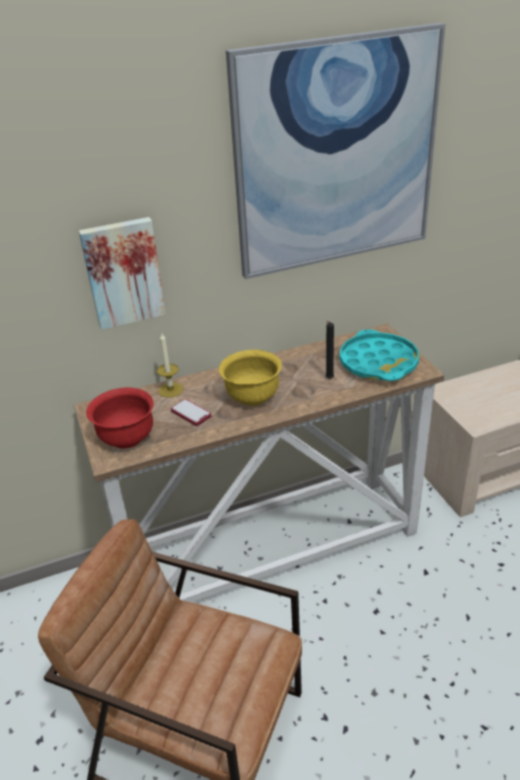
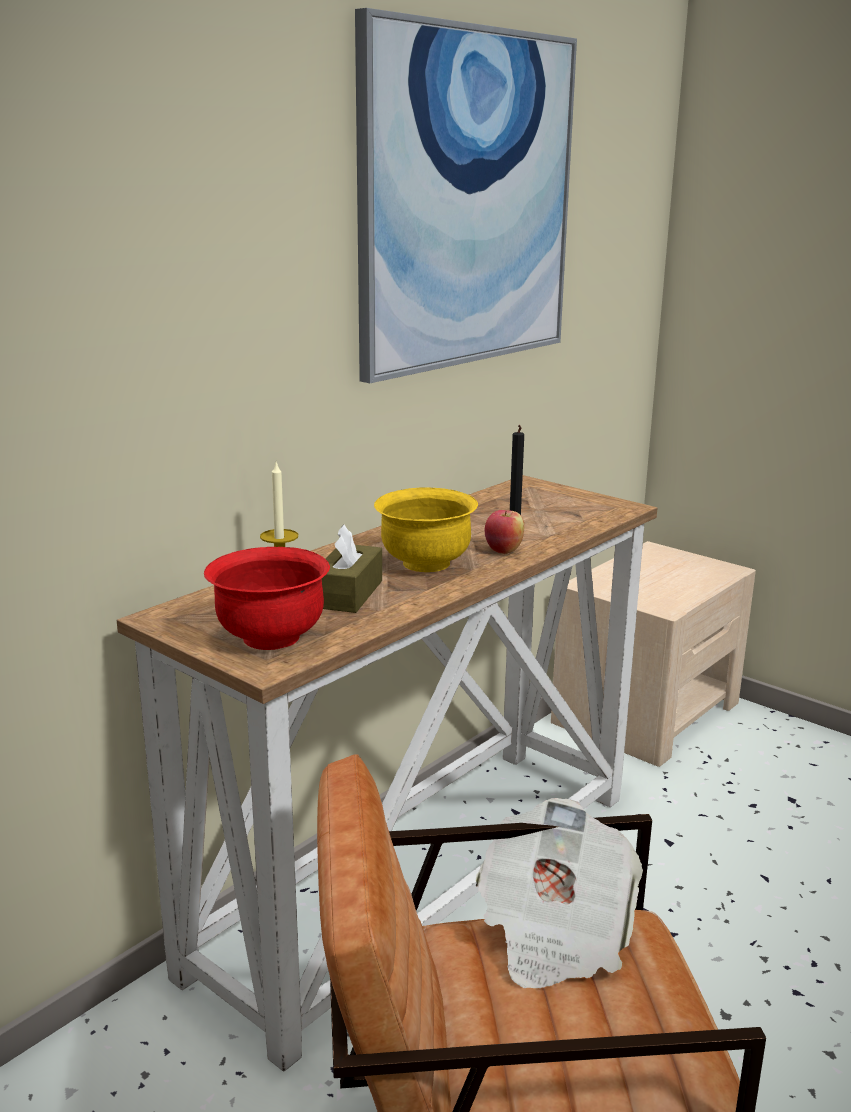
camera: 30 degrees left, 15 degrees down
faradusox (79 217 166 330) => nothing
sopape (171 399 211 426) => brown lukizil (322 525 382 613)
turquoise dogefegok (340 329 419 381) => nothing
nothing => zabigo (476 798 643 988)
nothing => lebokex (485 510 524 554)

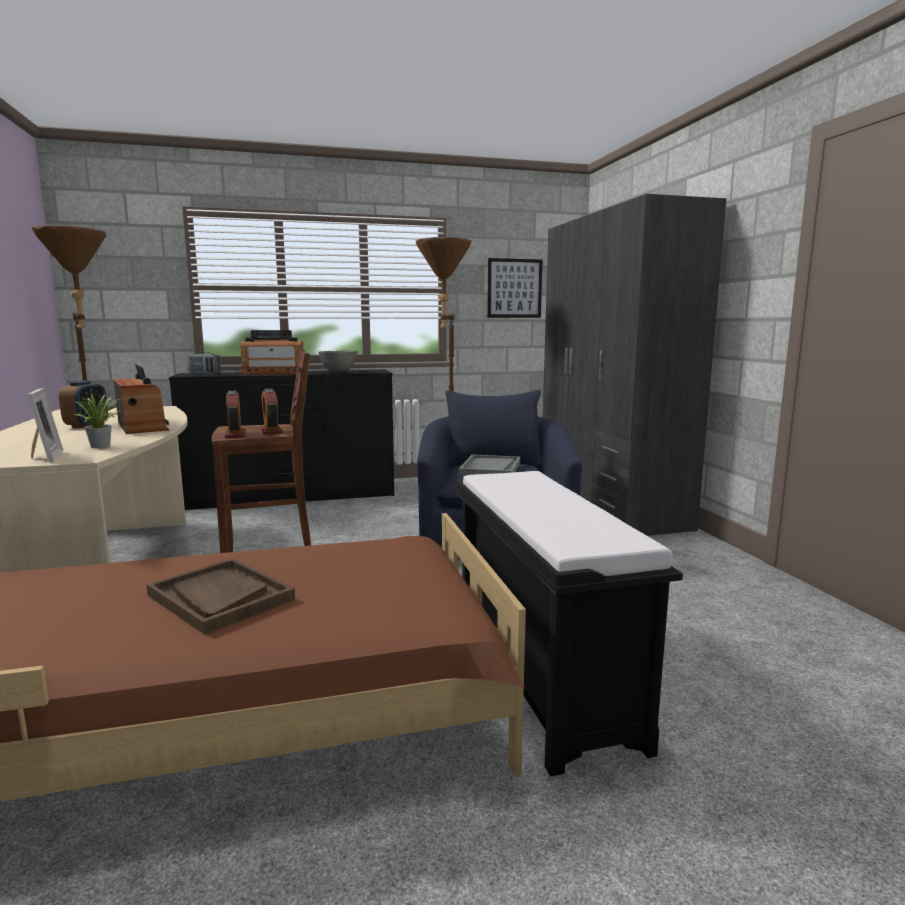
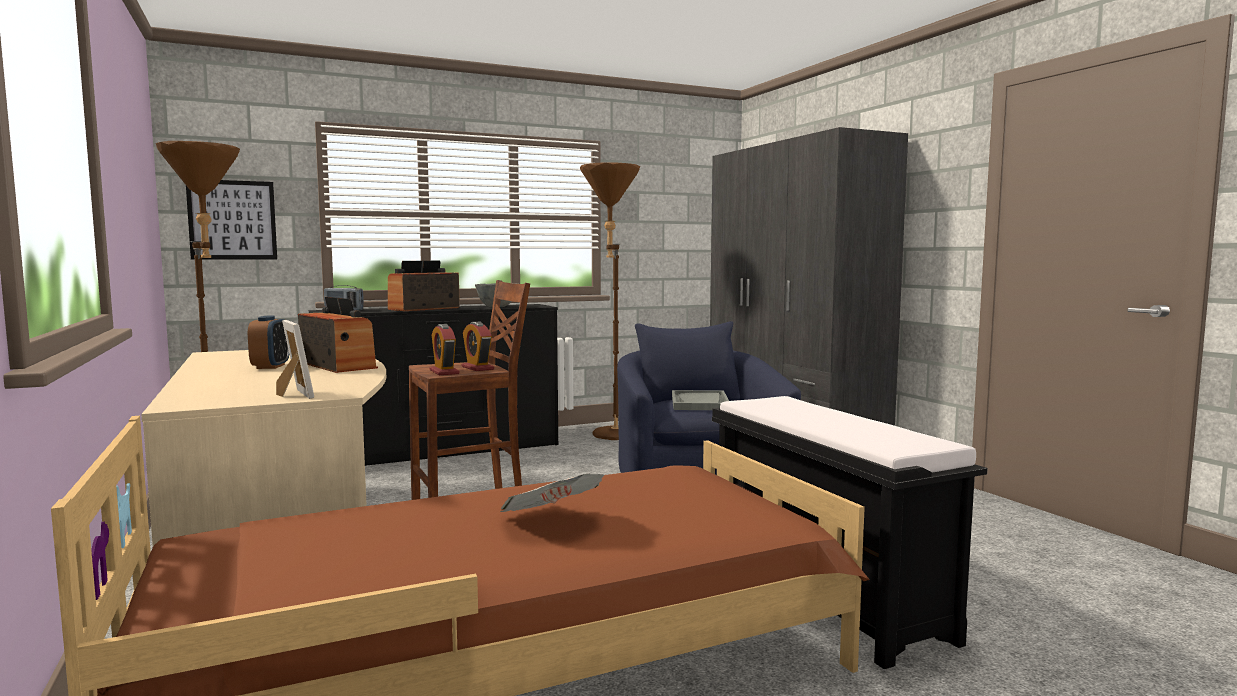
camera: 10 degrees left, 5 degrees down
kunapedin (74 393 123 448) => nothing
brown dogefegok (146 558 295 635) => zabigo (500 474 604 512)
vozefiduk (240 330 303 375) => vozefiduk (388 261 460 311), 150 degrees clockwise
faradusox (487 258 542 318) => faradusox (186 180 277 260), shifted

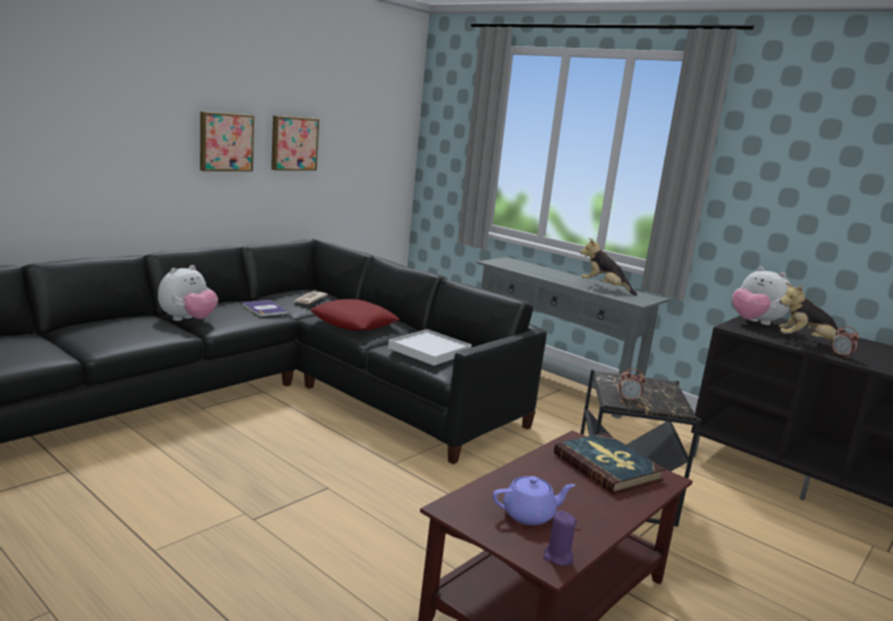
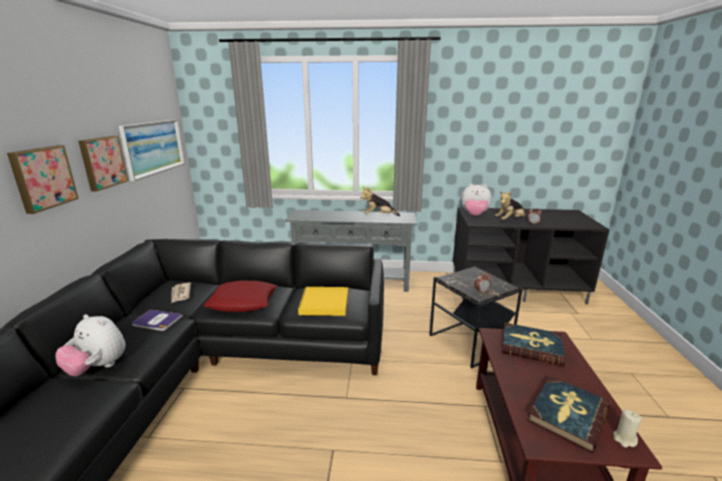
camera: 35 degrees left, 5 degrees up
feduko (158 265 218 321) => feduko (55 314 125 376), 120 degrees clockwise
white dogefegok (388 329 472 366) => yellow dogefegok (298 287 348 316)
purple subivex (493 476 575 525) => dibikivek (527 376 610 453)
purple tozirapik (543 510 577 566) => beige tozirapik (614 410 642 448)
nothing => faradusox (119 119 185 181)

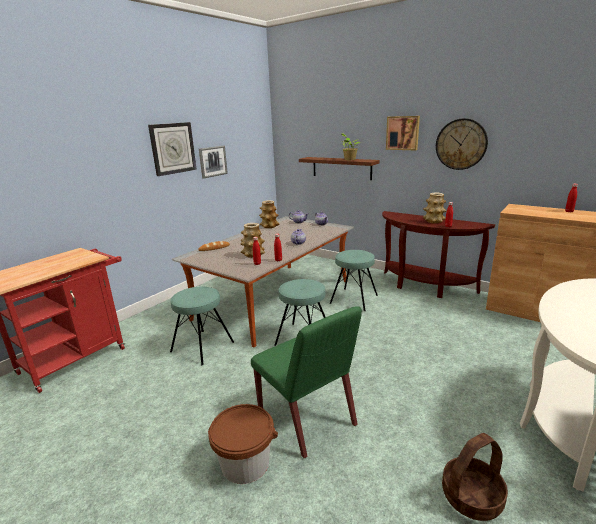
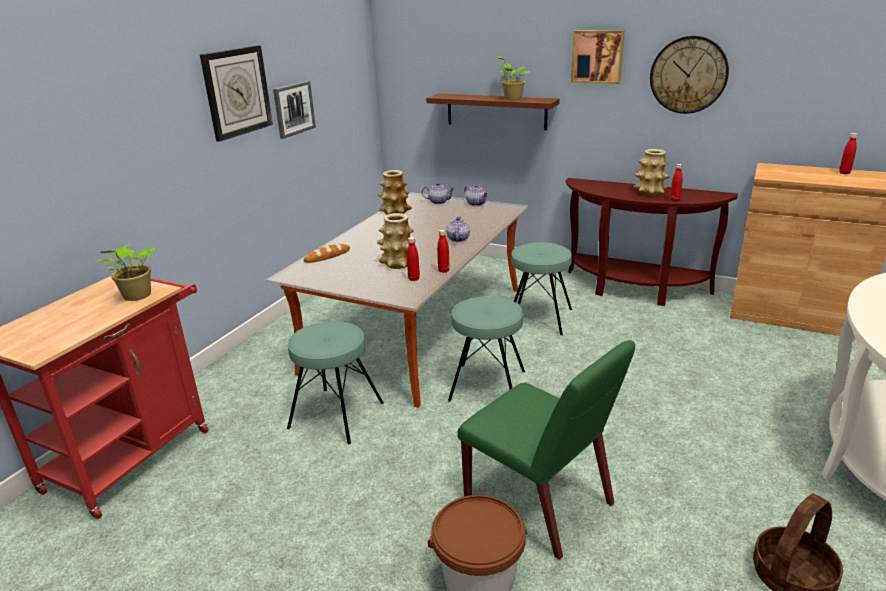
camera: 10 degrees left, 5 degrees up
nothing => kunapedin (95 243 155 301)

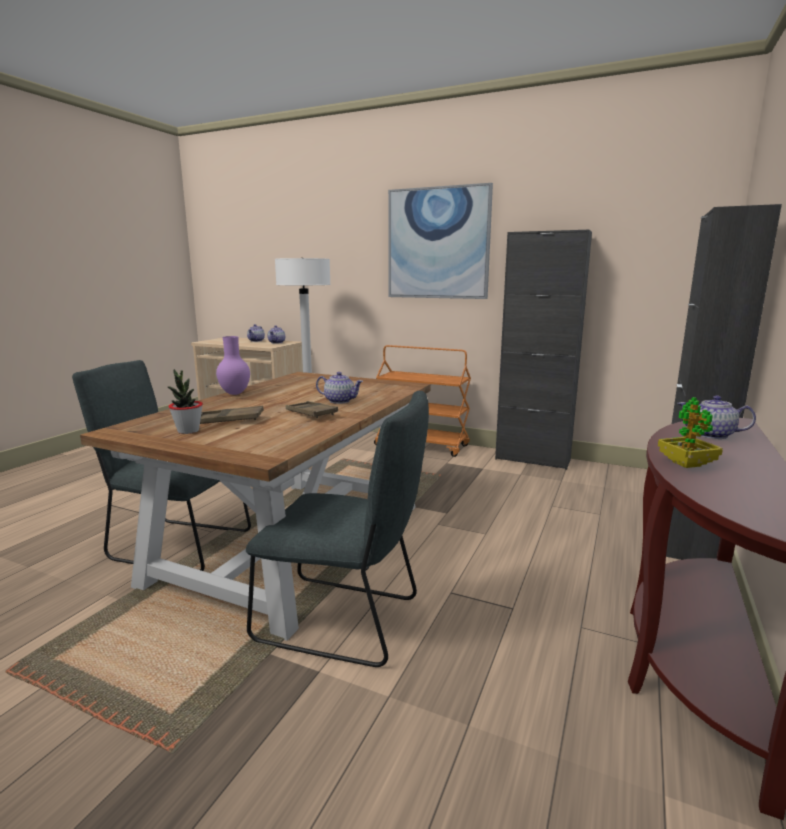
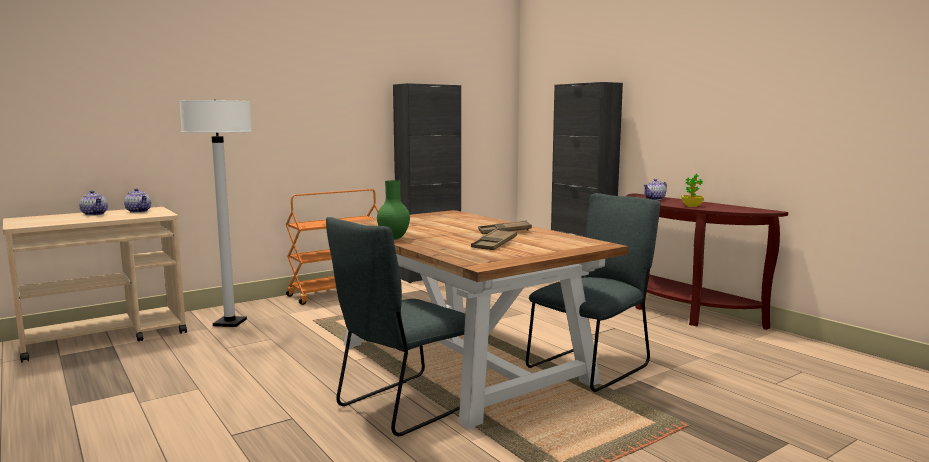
camera: 60 degrees left, 5 degrees down
kunapedin (168 369 203 434) => nothing
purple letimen (216 336 250 395) => green letimen (377 180 410 240)
subivex (316 372 363 404) => nothing
faradusox (388 183 493 299) => nothing

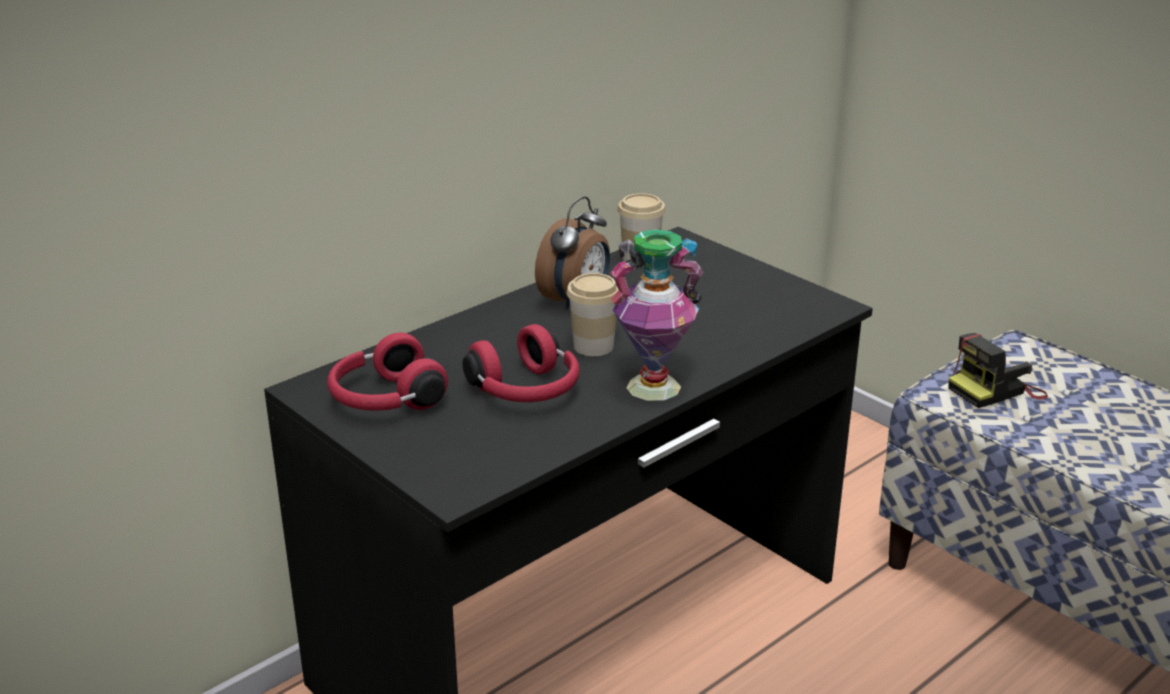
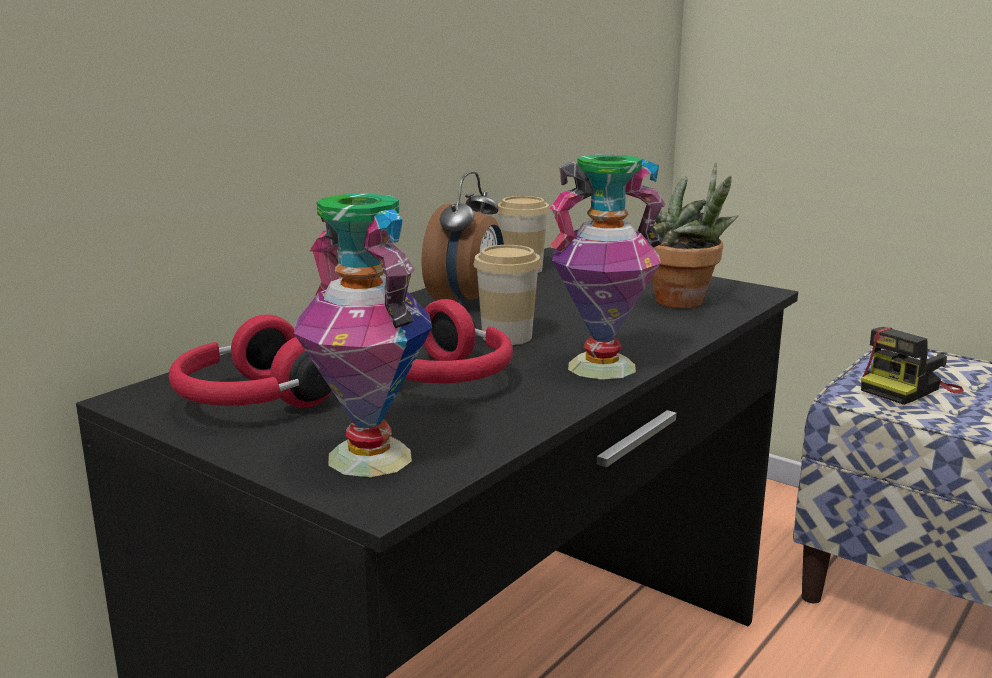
camera: 10 degrees left, 10 degrees down
nothing => letimen (294 194 432 477)
nothing => kunapedin (644 162 738 308)

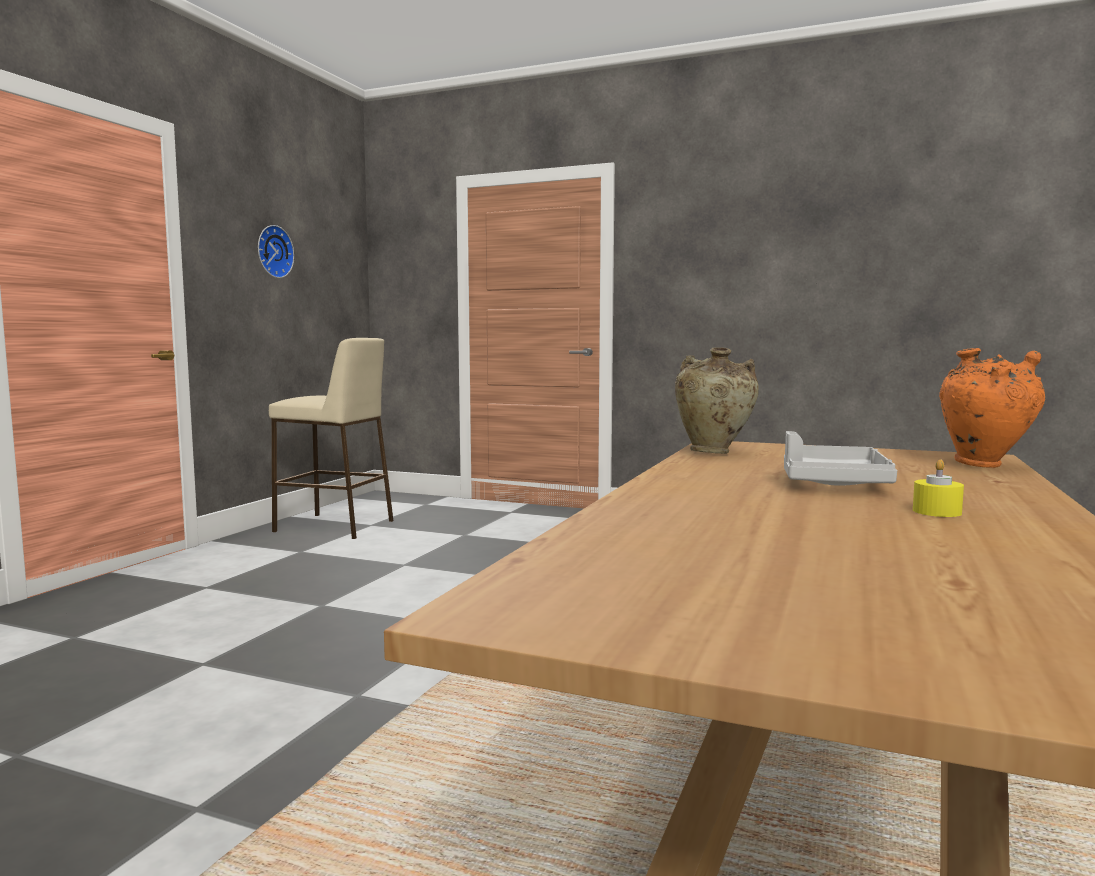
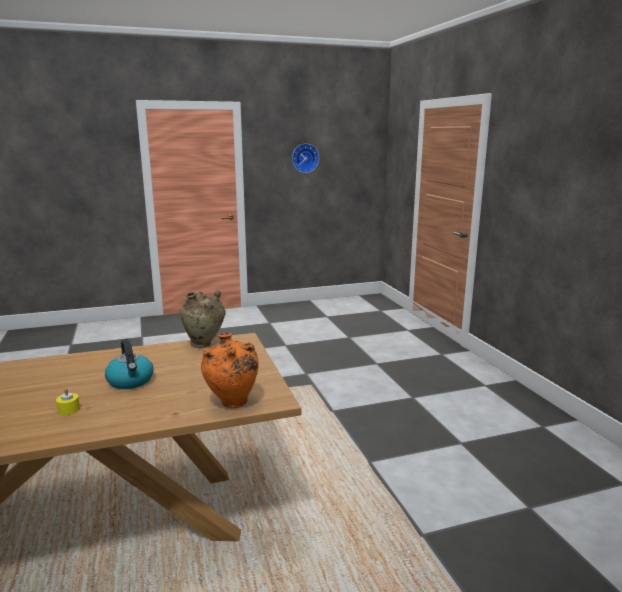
camera: 50 degrees right, 10 degrees up
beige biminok (269 338 393 539) => nothing
grey dogefegok (784 431 897 486) => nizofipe (105 339 154 389)

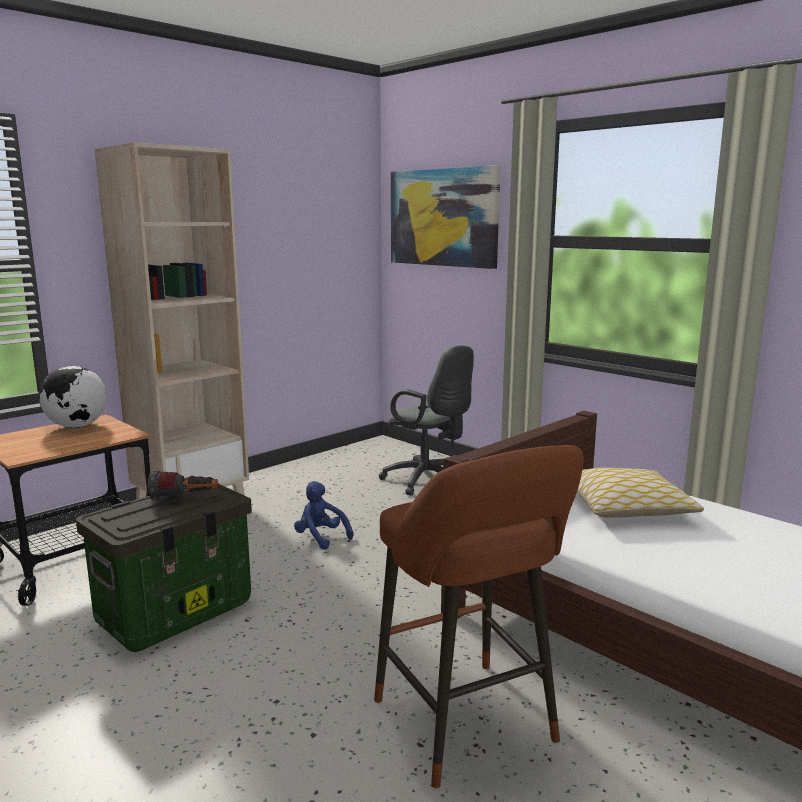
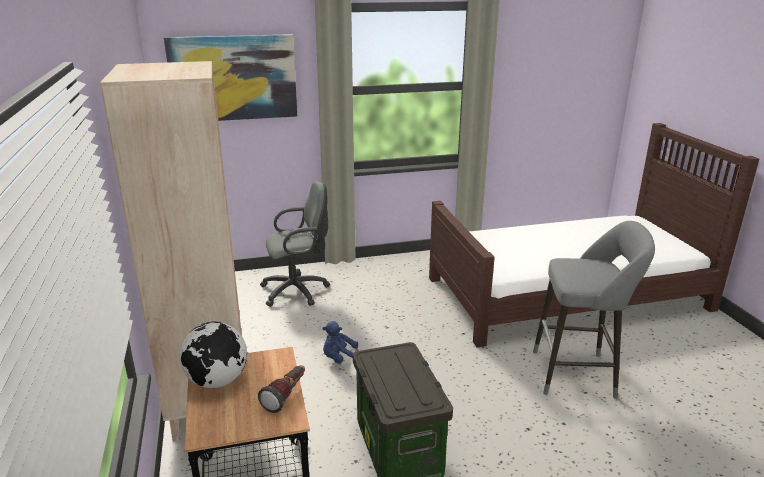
camera: 60 degrees left, 10 degrees up
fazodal (148 470 218 500) => fazodal (258 365 305 413), shifted
brown biminok (374 445 584 788) => grey biminok (533 221 655 399)
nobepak (577 468 704 517) => nothing

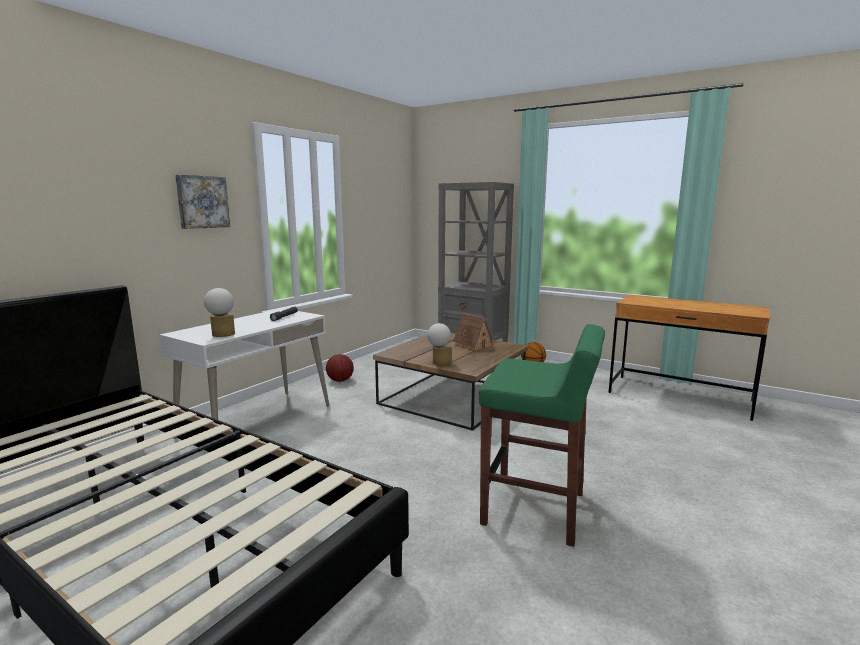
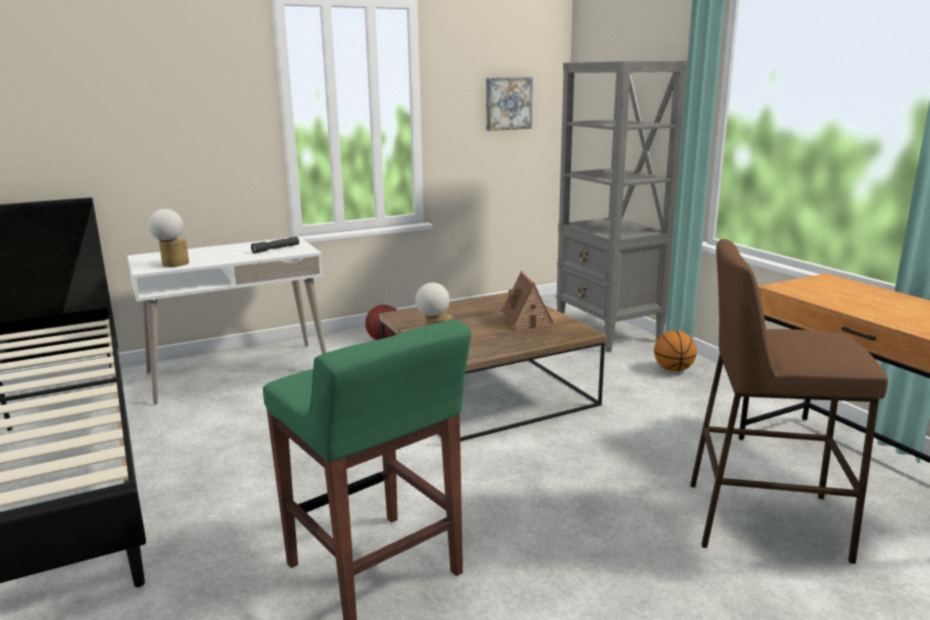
camera: 30 degrees right, 5 degrees up
faradusox (175 175 230 229) => faradusox (486 77 533 131), shifted
nothing => brown biminok (690 239 888 564)

